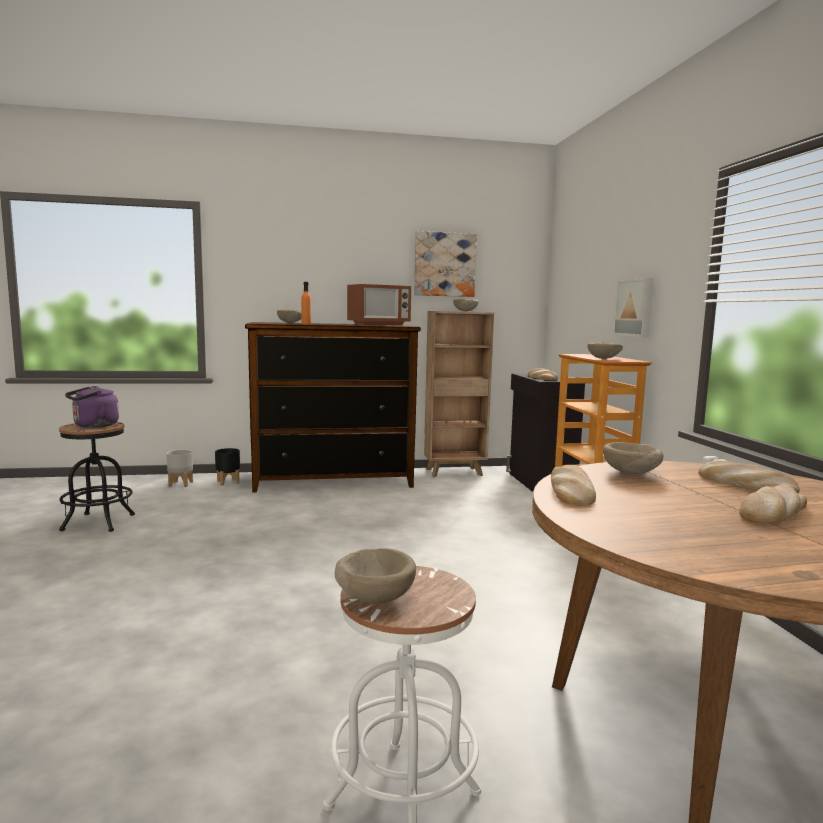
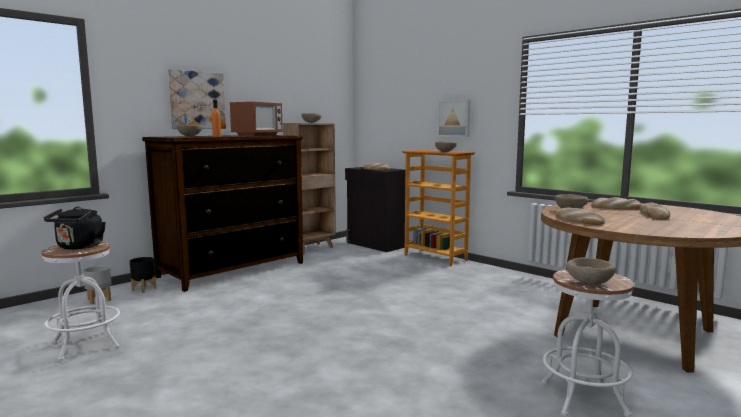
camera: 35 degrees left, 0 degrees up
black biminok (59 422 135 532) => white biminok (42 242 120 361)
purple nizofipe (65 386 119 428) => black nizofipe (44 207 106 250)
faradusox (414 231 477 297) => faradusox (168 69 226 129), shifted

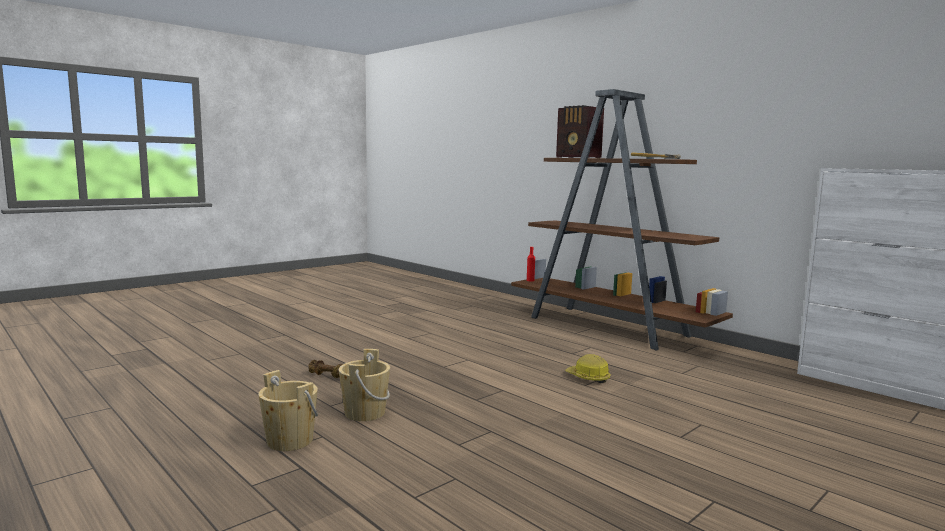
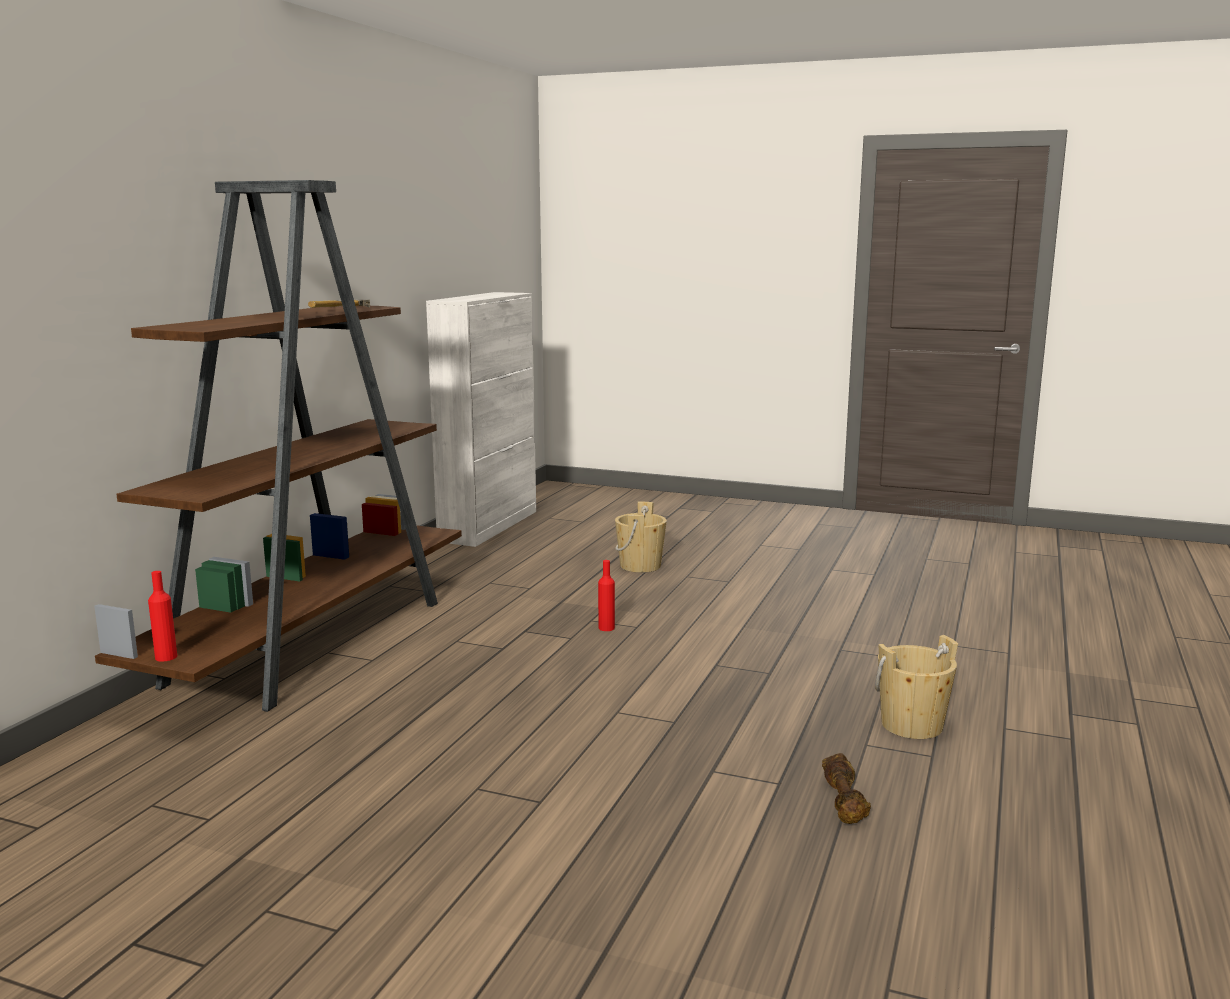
camera: 115 degrees left, 5 degrees up
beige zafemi (258 370 318 451) => beige zafemi (615 501 667 573), shifted
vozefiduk (556 105 604 158) => nothing
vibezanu (565 354 610 383) => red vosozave (598 560 615 631)

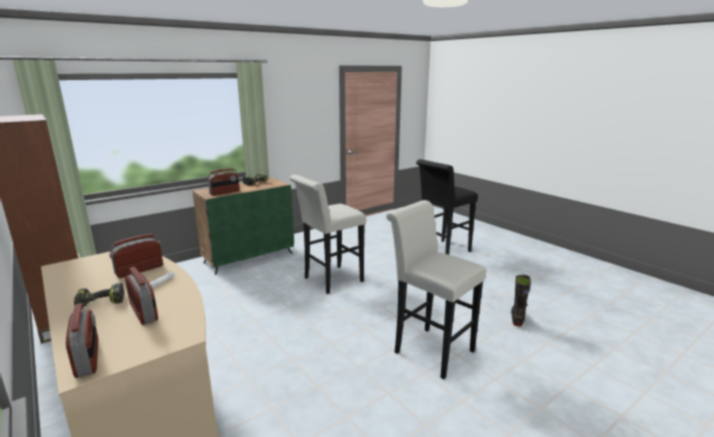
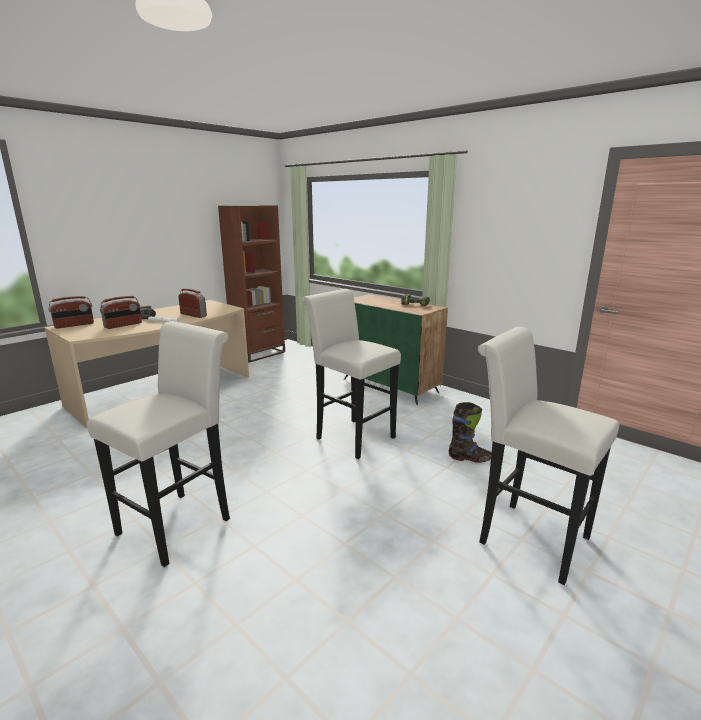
camera: 80 degrees right, 0 degrees up
vozefiduk (208 169 239 196) => nothing
black biminok (416 159 478 255) => white biminok (478 327 619 585)
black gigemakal (511 275 531 327) => black gigemakal (449 402 492 463), shifted

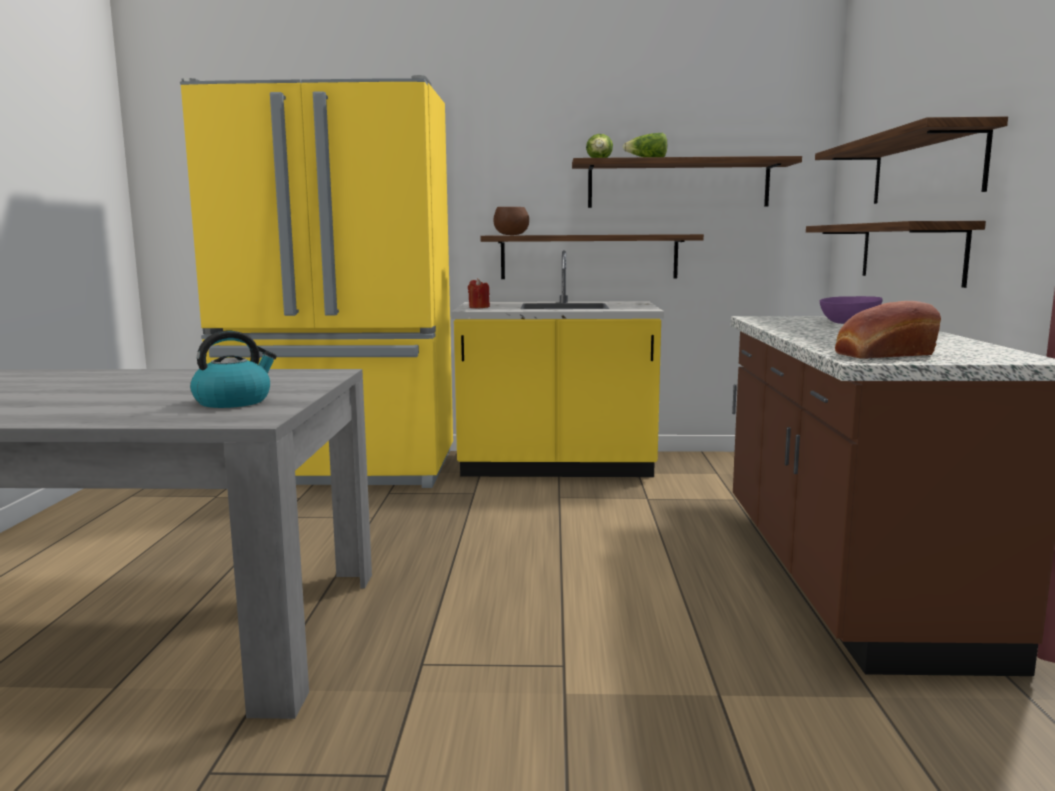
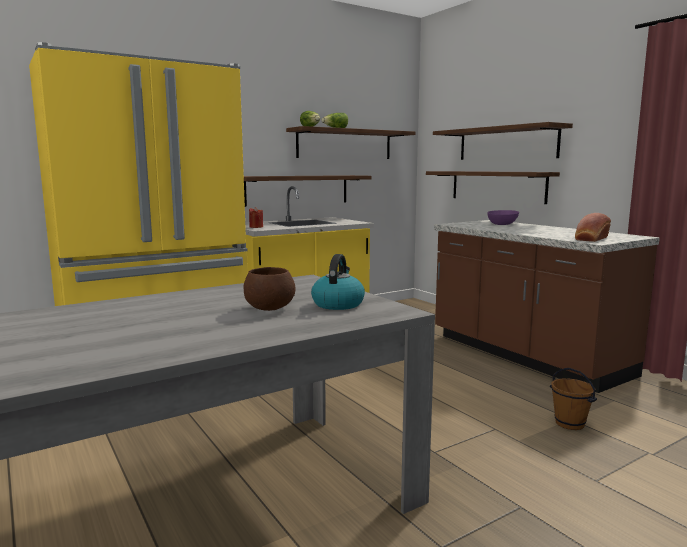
camera: 35 degrees left, 0 degrees up
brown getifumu (493 207 529 235) => brown getifumu (243 267 295 311), shifted
nothing => brown zafemi (550 368 597 430)

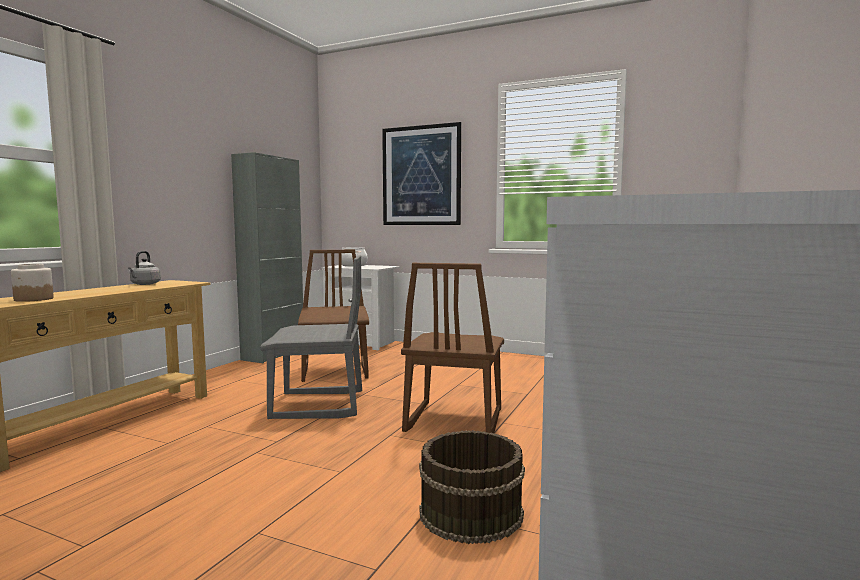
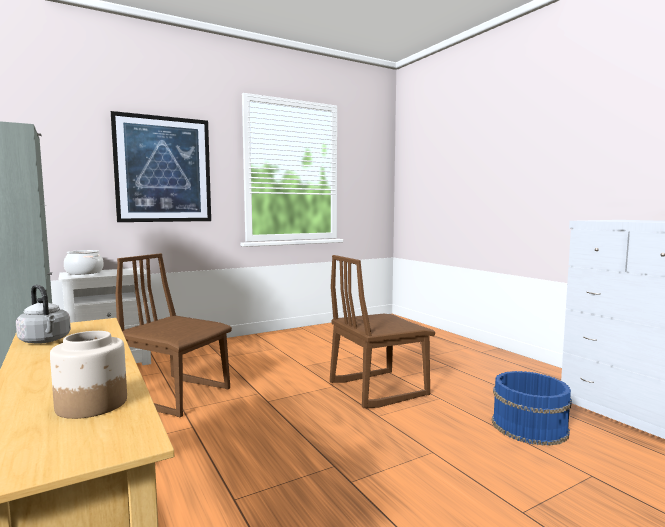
camera: 55 degrees left, 0 degrees up
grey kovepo (260 255 362 419) => nothing
brown kovepo (401 263 504 433) => brown kovepo (330 255 435 408), 105 degrees clockwise
brown zafemi (419 430 525 544) => blue zafemi (492 371 572 446)

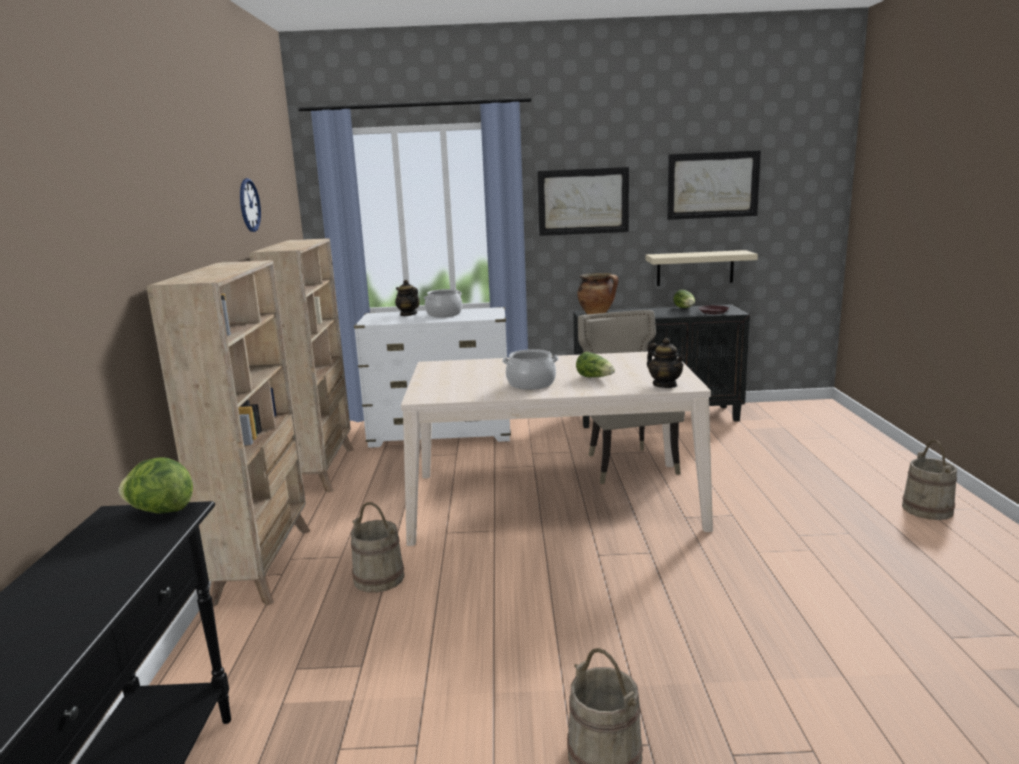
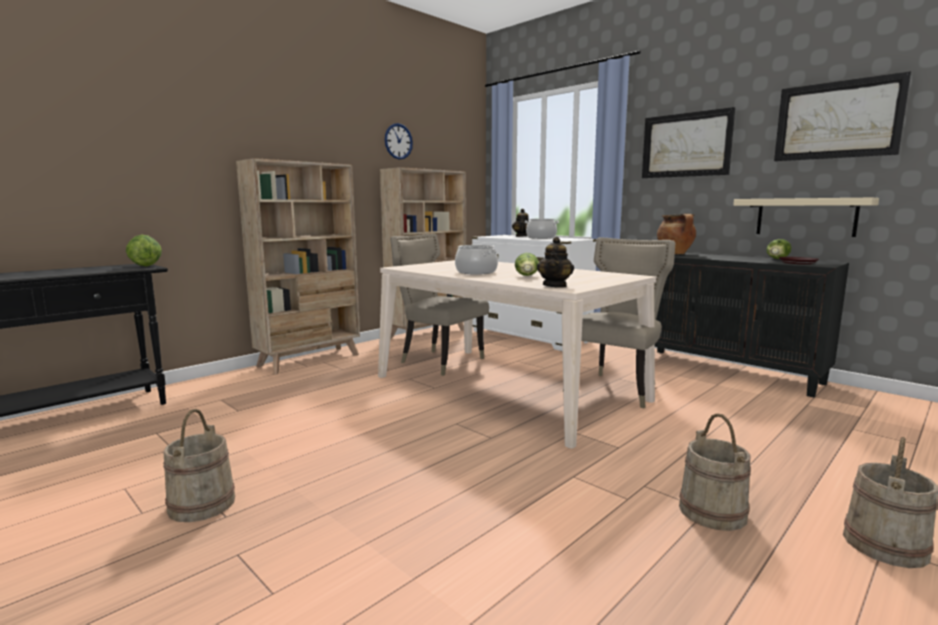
camera: 45 degrees right, 5 degrees down
beige zafemi (351 502 405 593) => beige zafemi (679 413 751 531), shifted
nothing => beige kovepo (390 233 489 376)

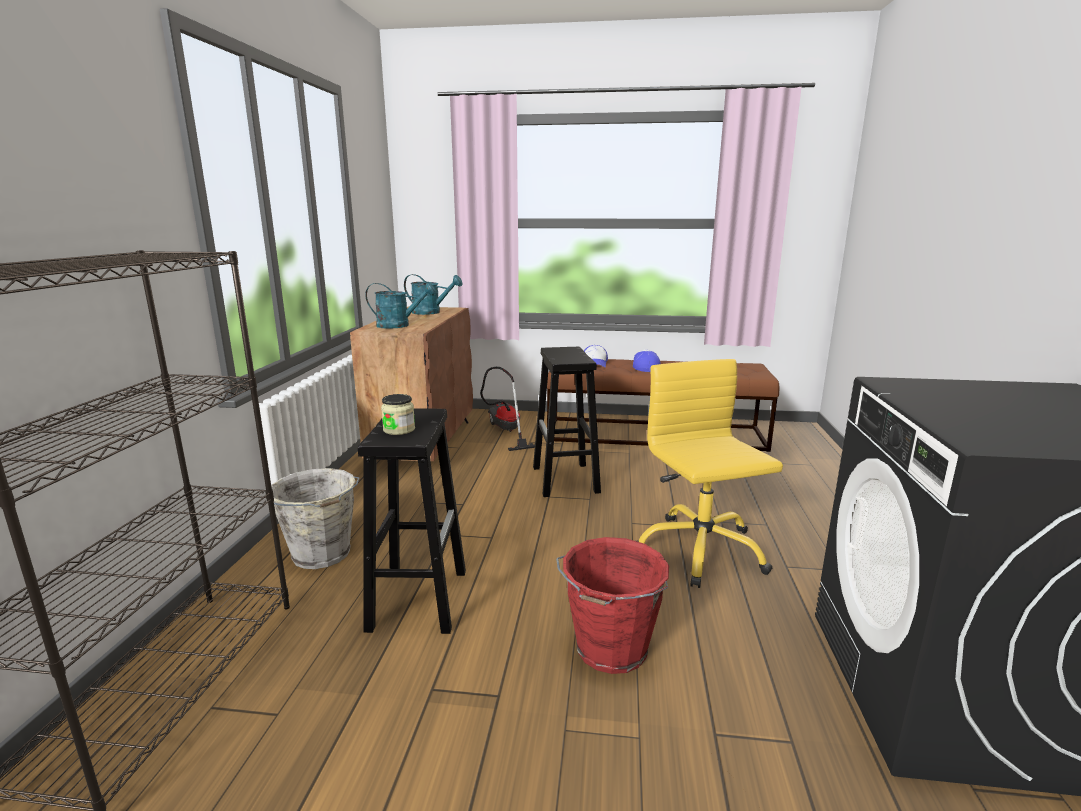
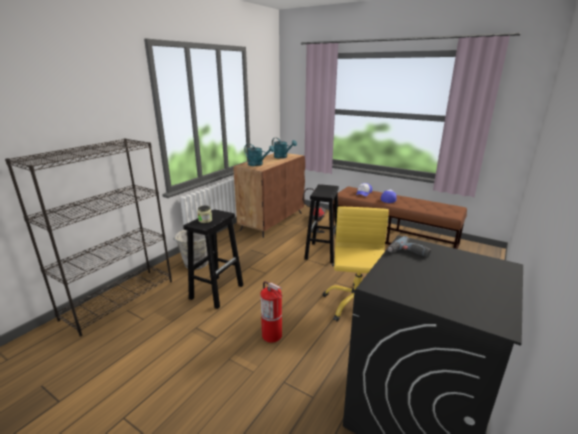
camera: 25 degrees right, 5 degrees up
red zafemi (556 537 669 674) => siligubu (260 281 282 343)
nothing => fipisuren (388 236 431 257)

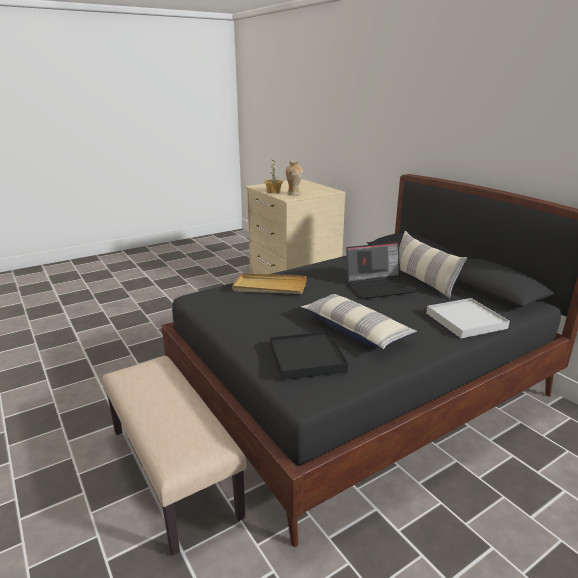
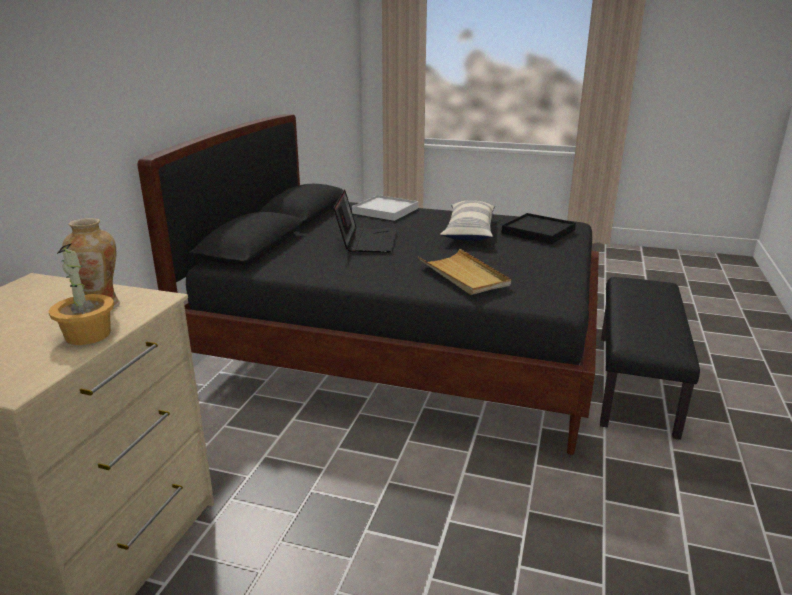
camera: 130 degrees left, 0 degrees up
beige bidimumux (102 356 247 556) => black bidimumux (600 277 700 440)
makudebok (346 242 417 299) => makudebok (333 189 397 253), 60 degrees clockwise
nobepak (399 231 467 299) => nothing

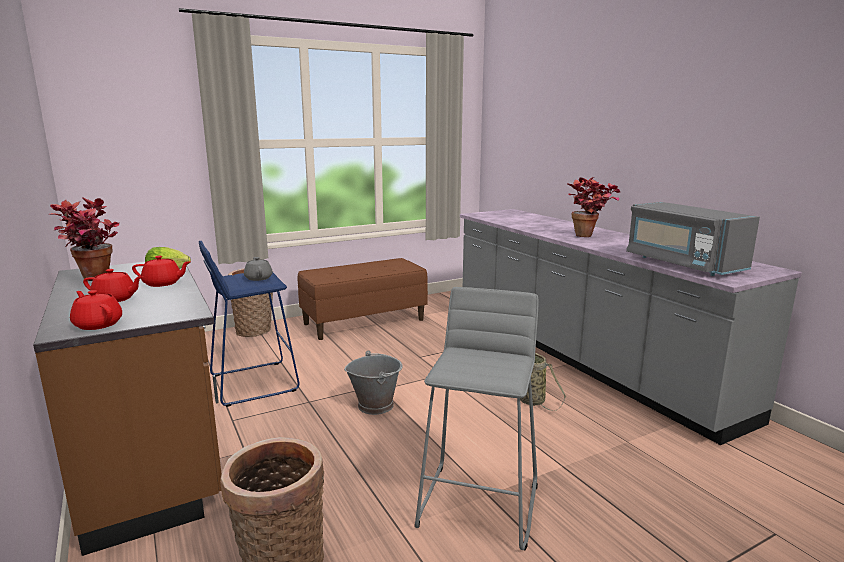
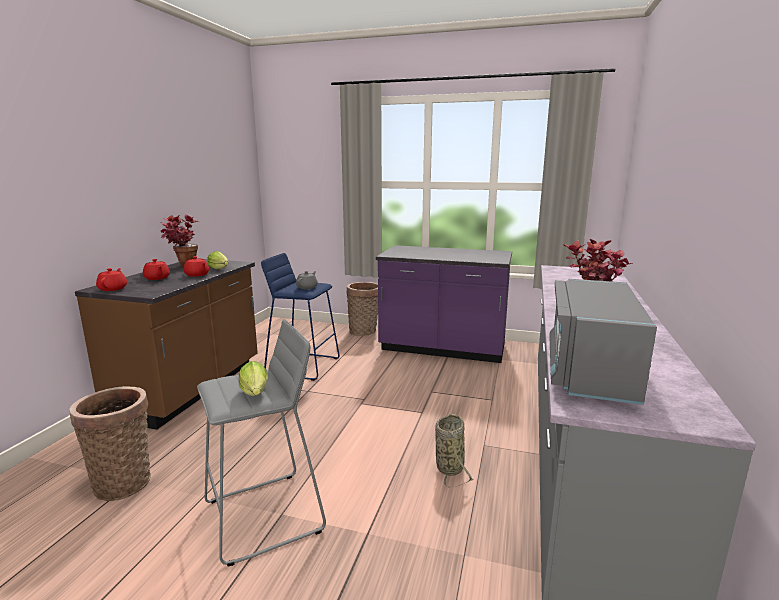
camera: 45 degrees right, 0 degrees up
brown bidimumux (298 258 428 340) => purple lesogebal (376 245 512 363)
grey zafemi (344 351 403 415) => nothing
nothing => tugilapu (239 361 268 396)

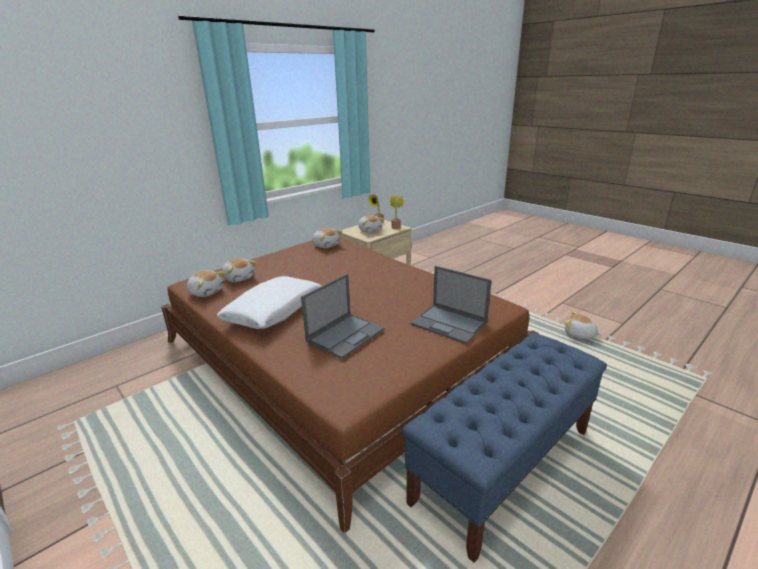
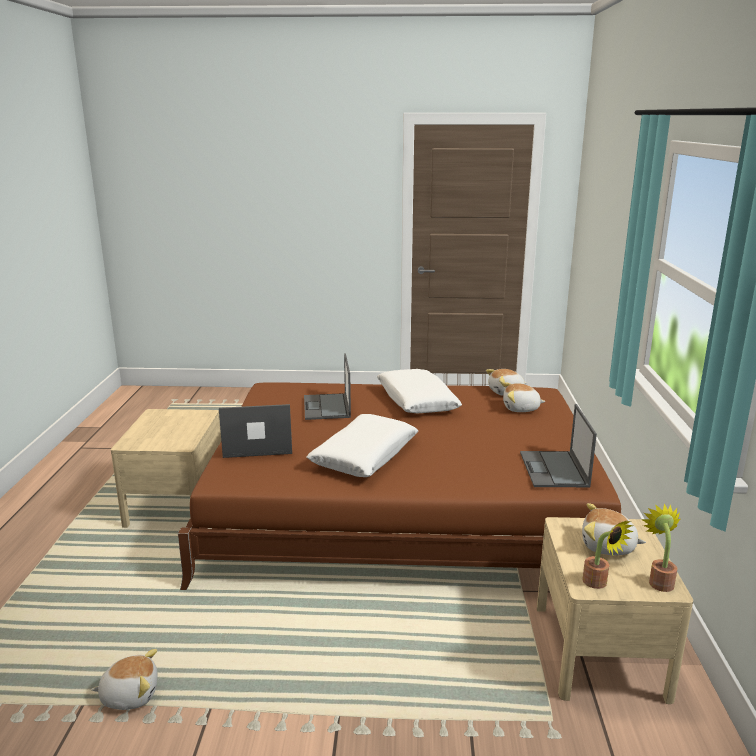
camera: 135 degrees right, 5 degrees down
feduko (312 228 342 248) => makudebok (520 404 597 487)
blue bidimumux (402 333 607 563) => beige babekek (111 409 221 528)
nothing => white nobepak (306 414 418 477)

